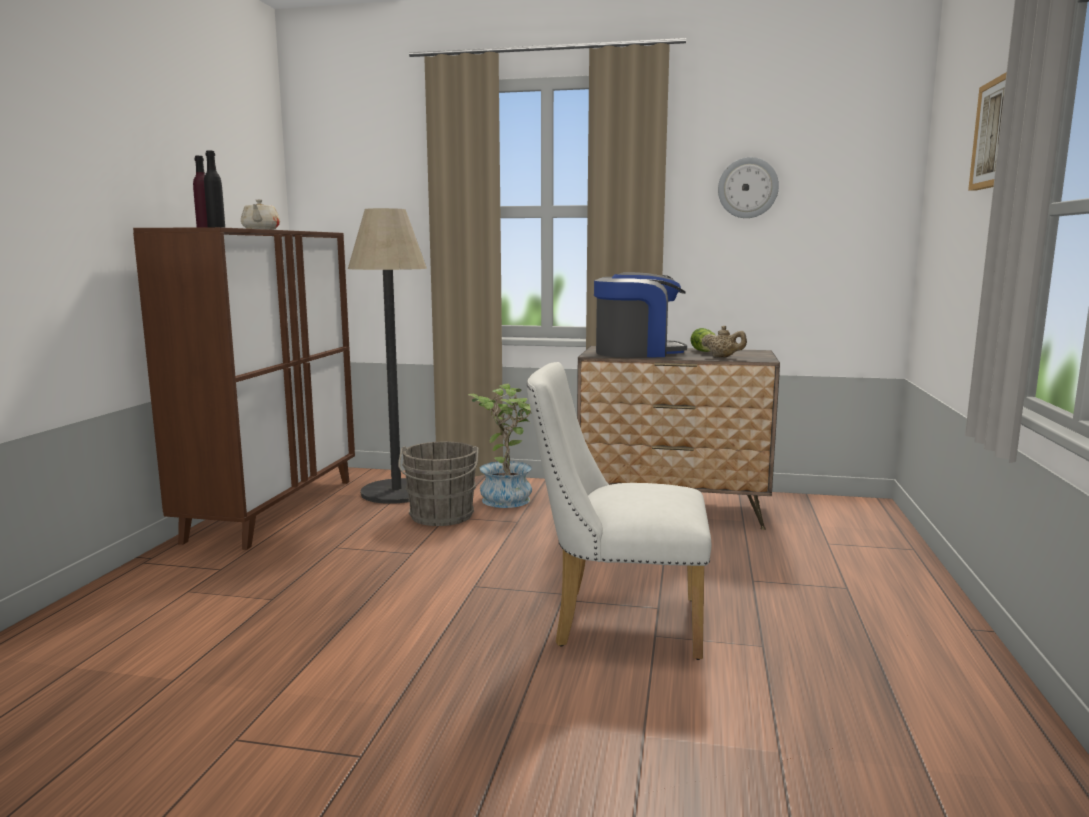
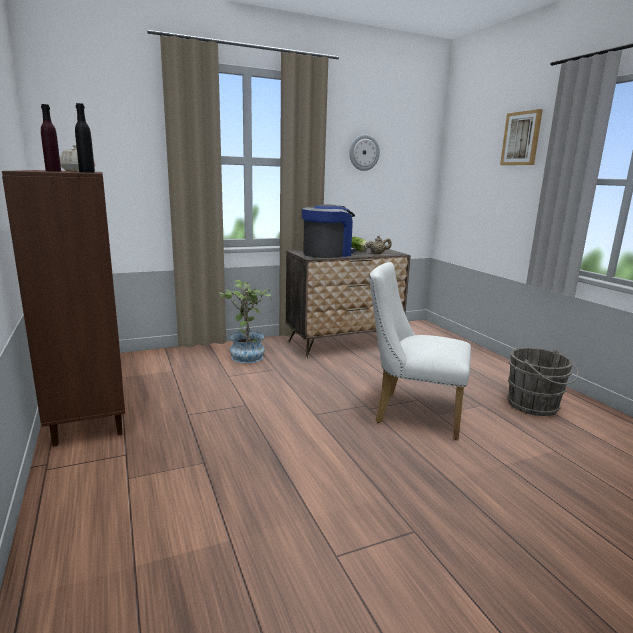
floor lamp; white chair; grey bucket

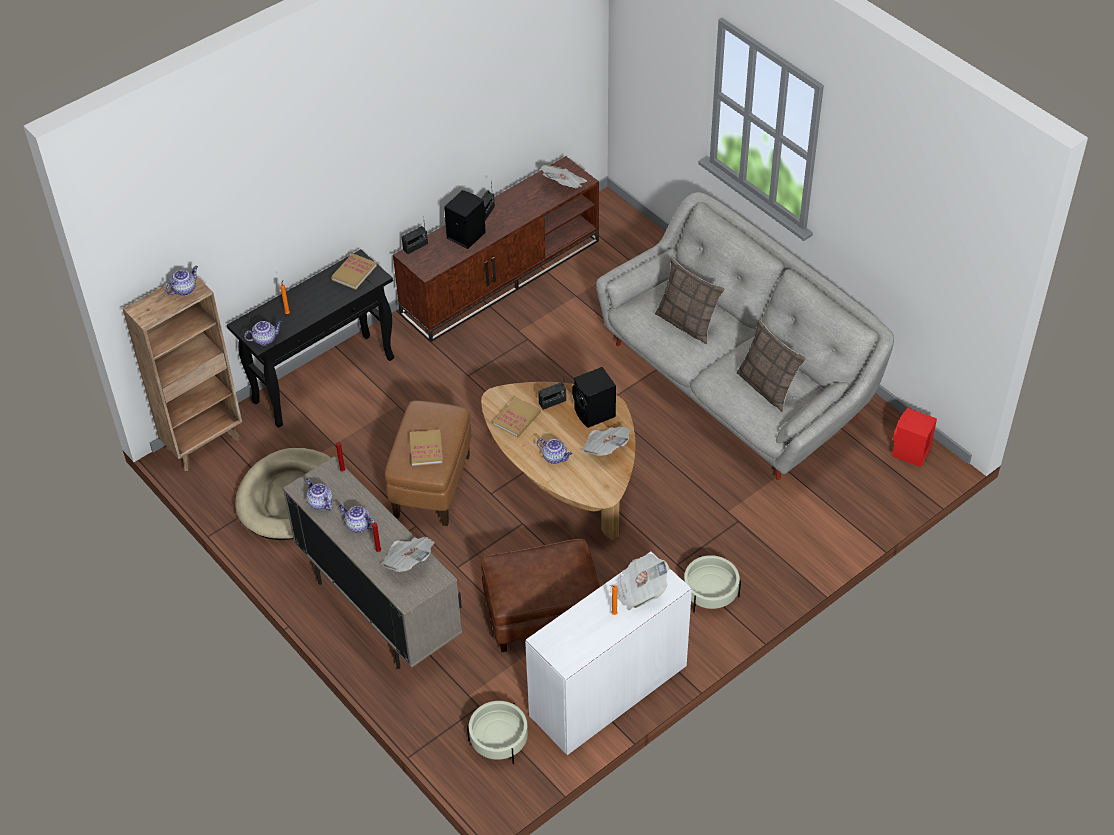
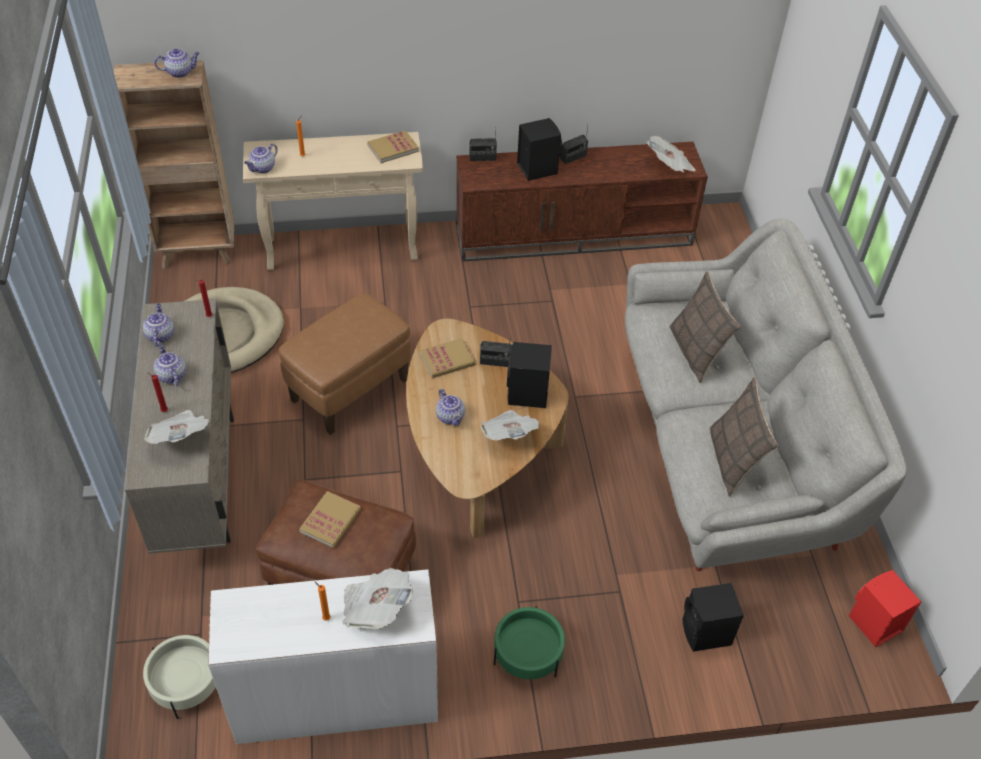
beige console table; teapot (no. 4 from left); book (no. 1 from left); green planter; black speaker (no. 3 from left)

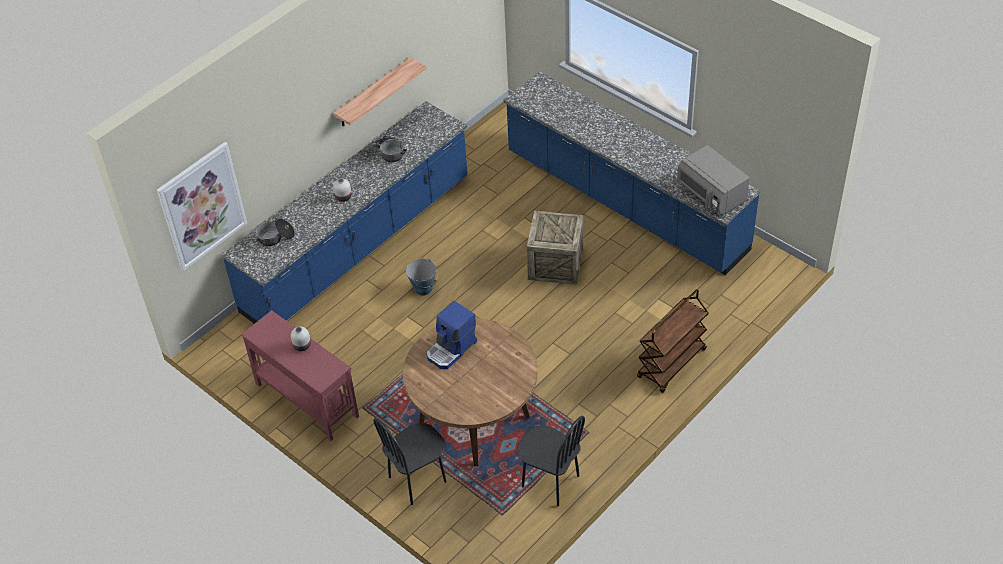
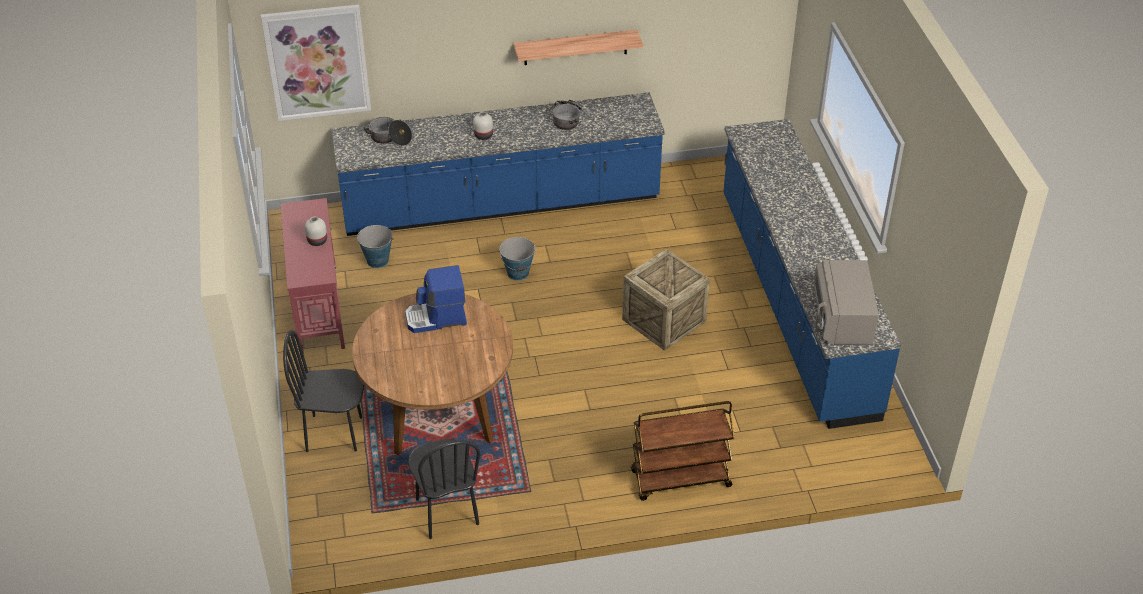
bucket (no. 1 from left)

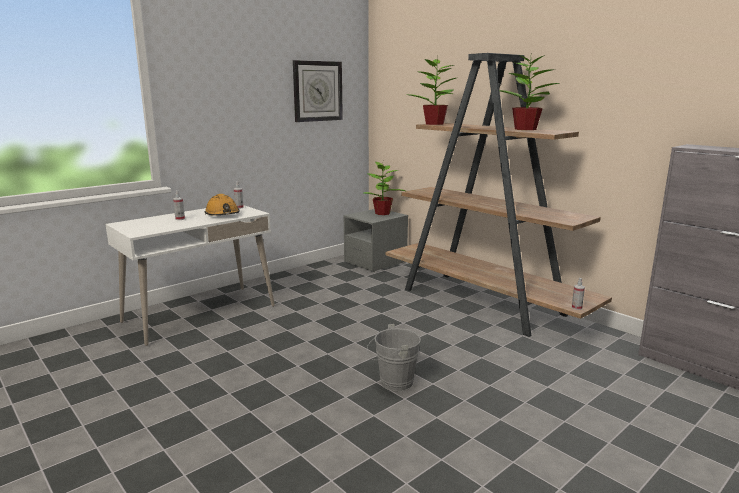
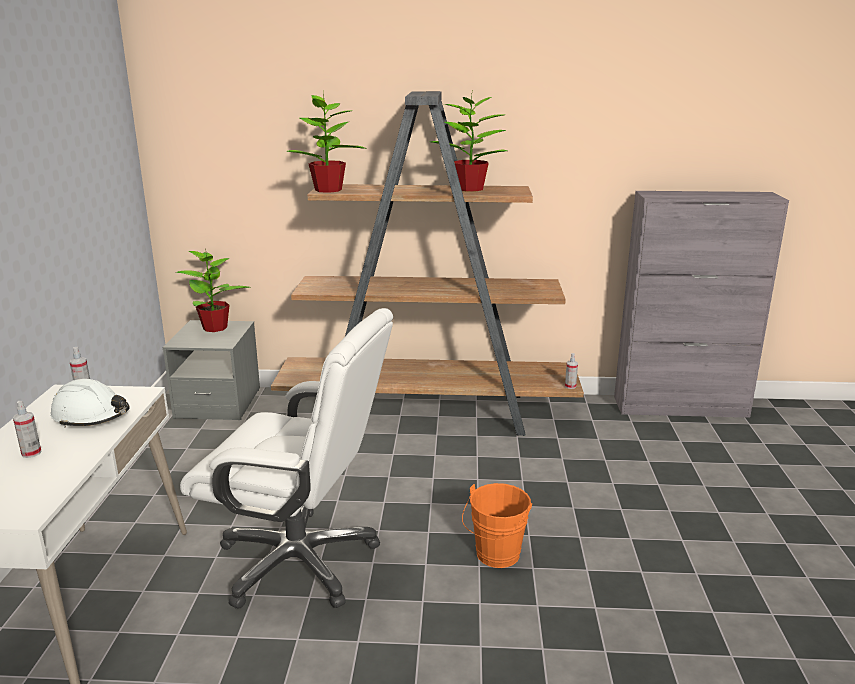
wall clock; white hard hat; orange bucket; white office chair

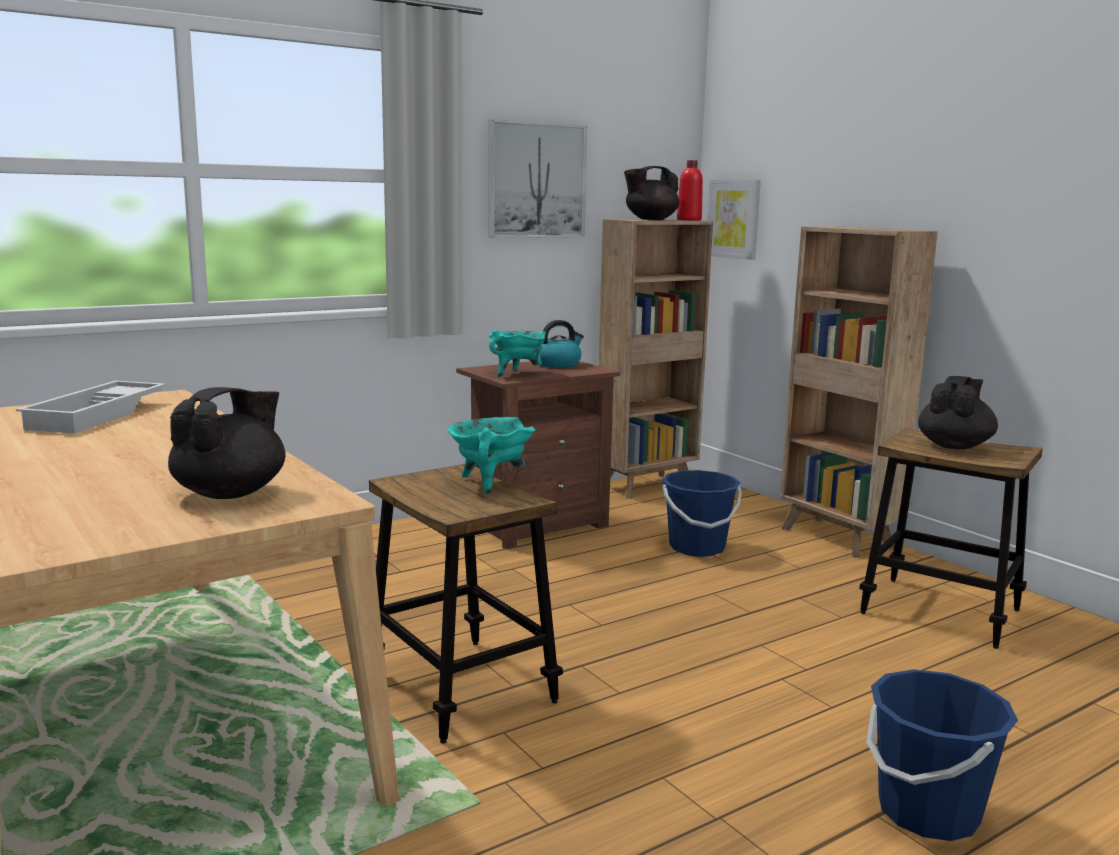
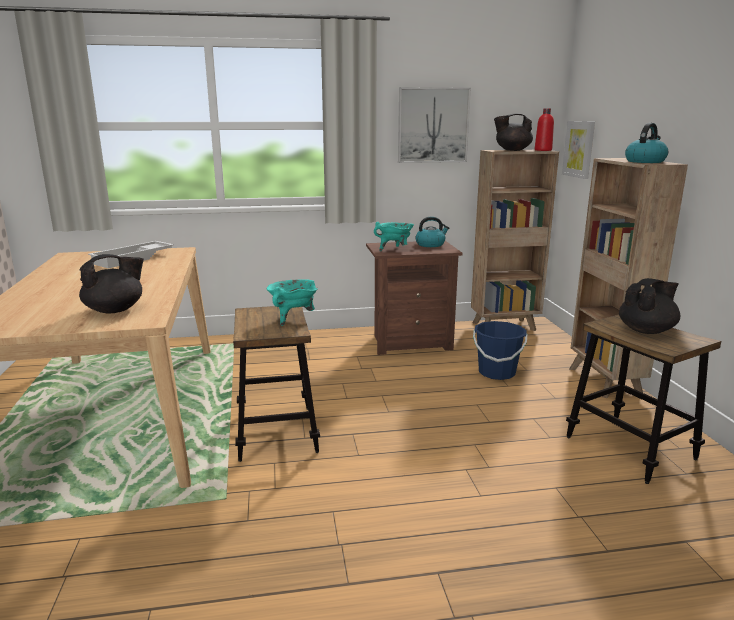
blue bucket (no. 2 from left in the first image); kettle (no. 2 from left)

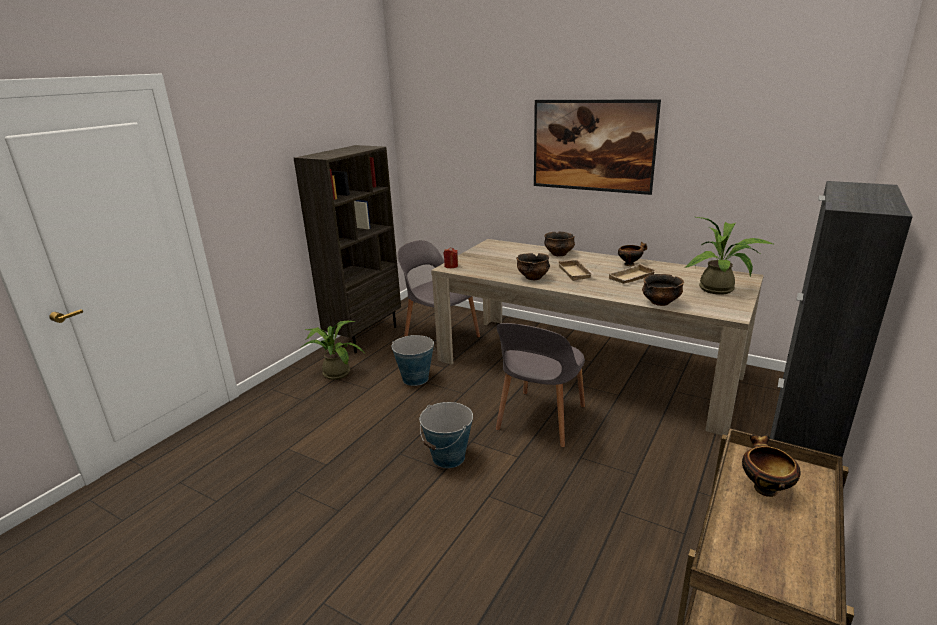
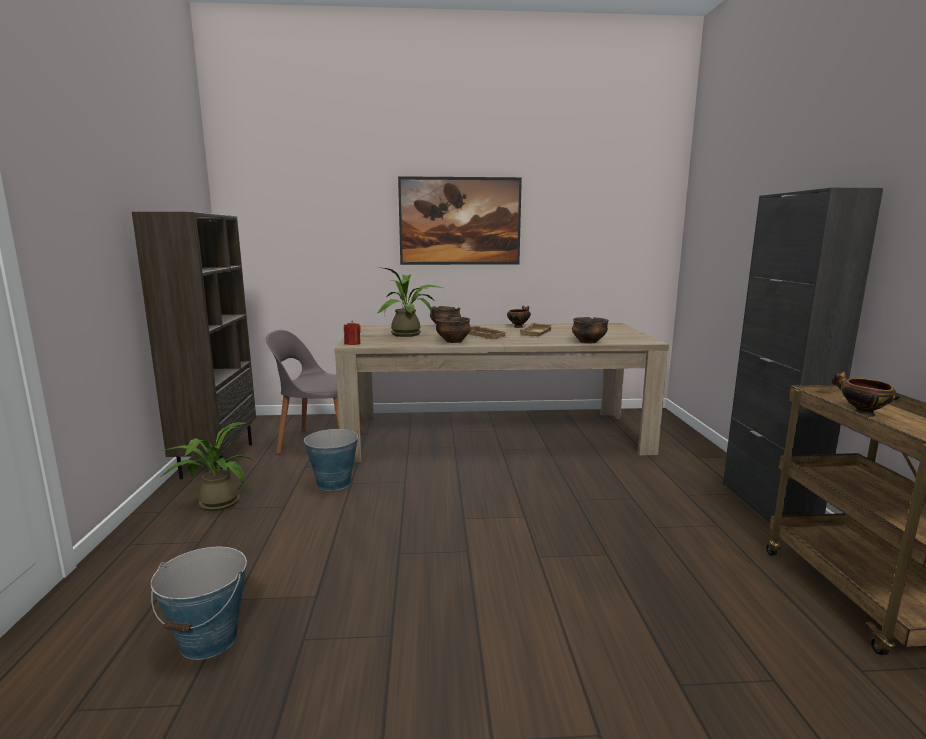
potted plant (no. 2 from left); grey chair (no. 2 from left in the first image); bucket (no. 1 from left)

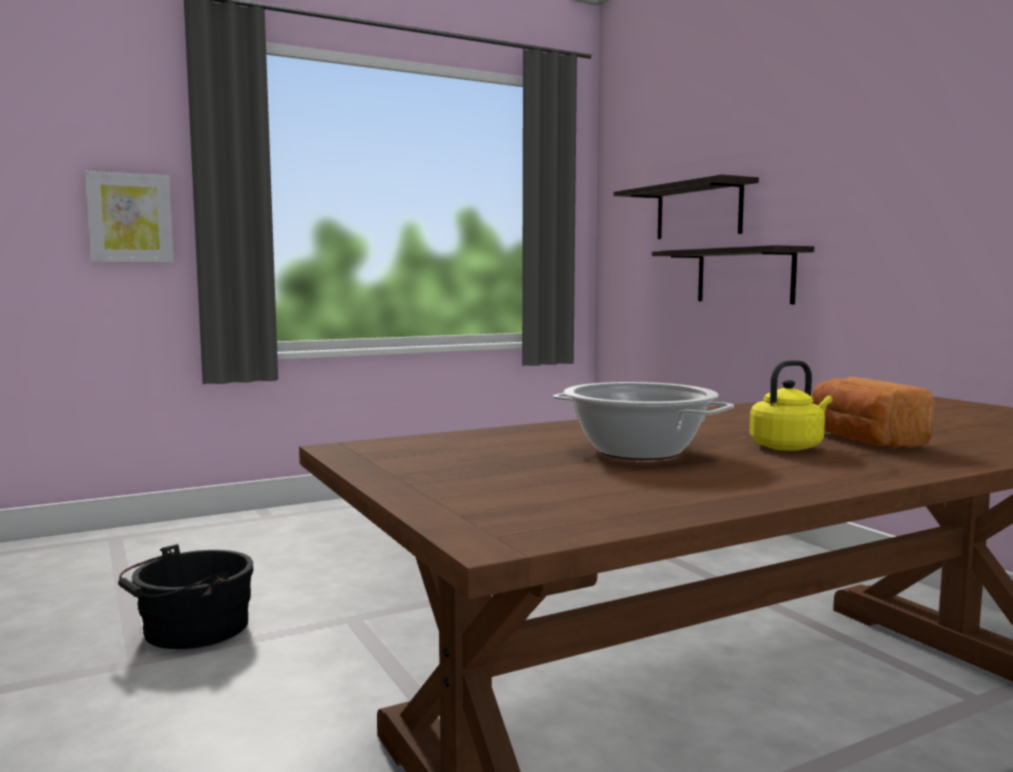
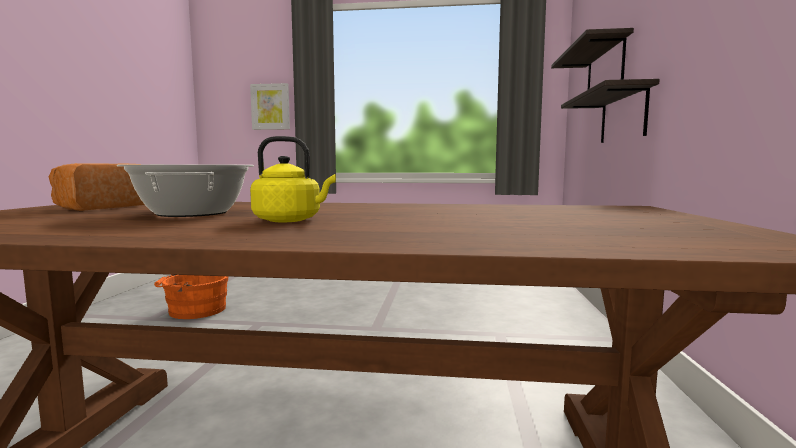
bread; orange bucket

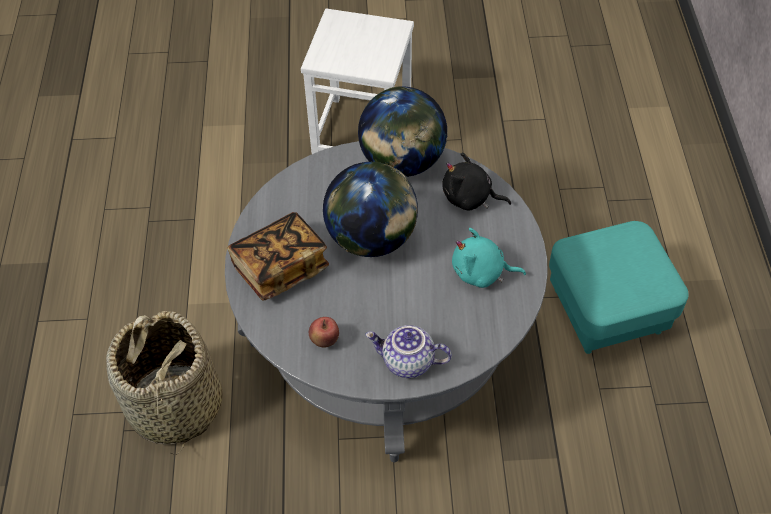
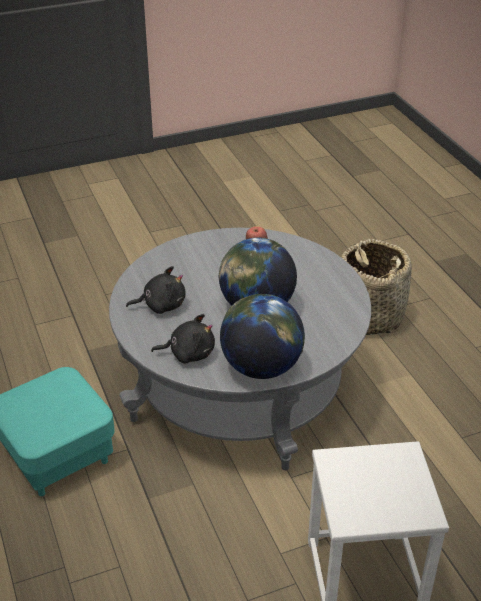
book; black plush toy (no. 1 from left); teapot

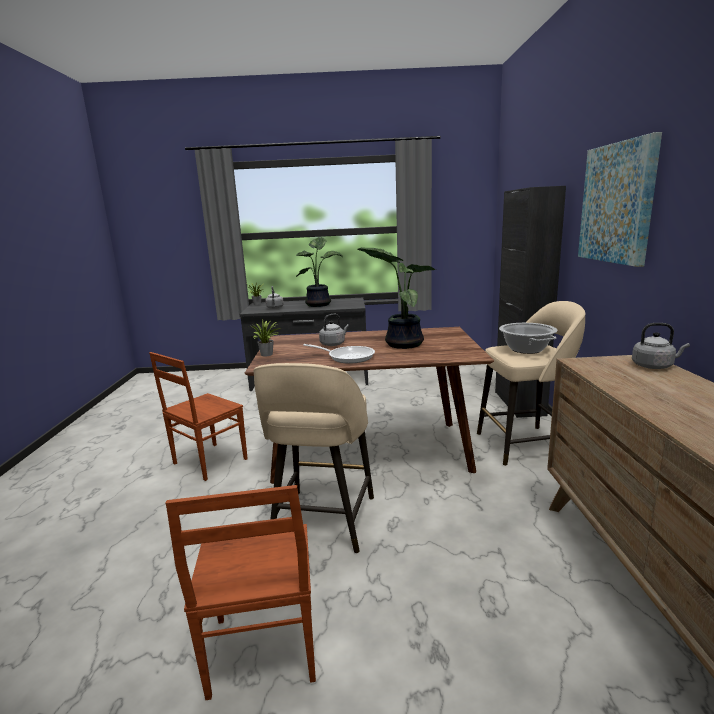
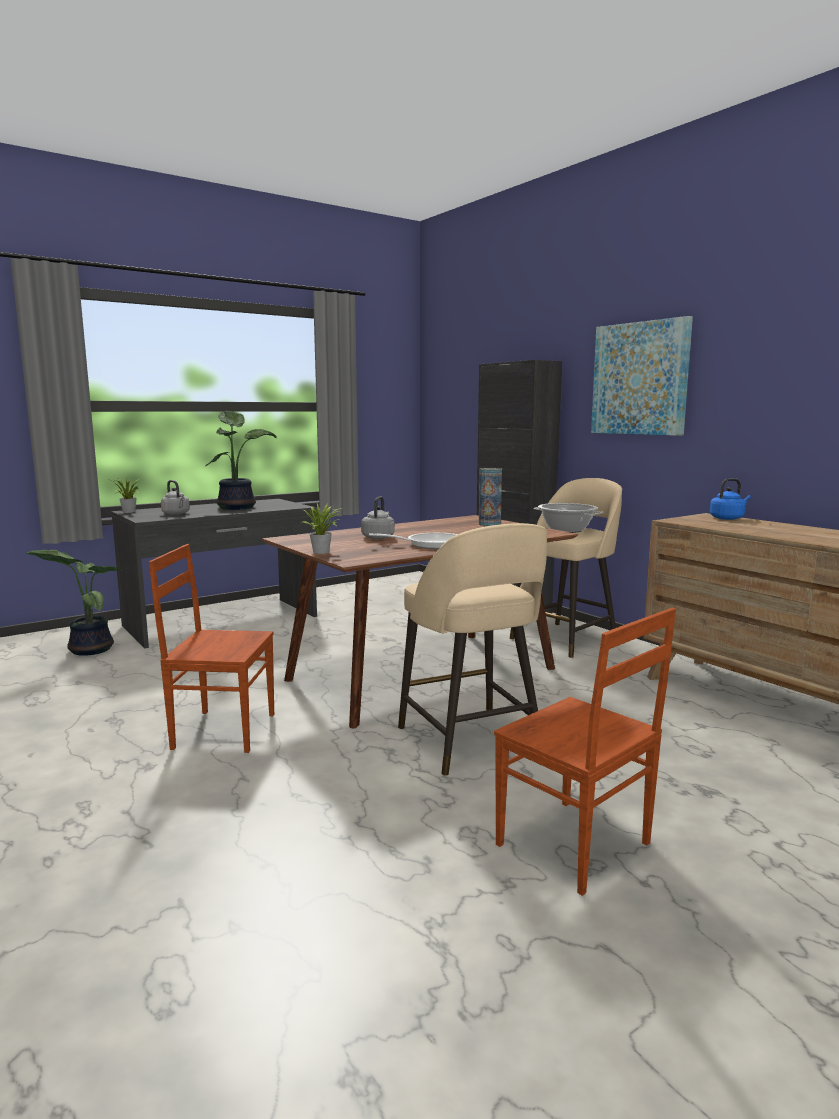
potted plant (no. 1 from left); blue kettle; brown chair (no. 1 from left); vase

